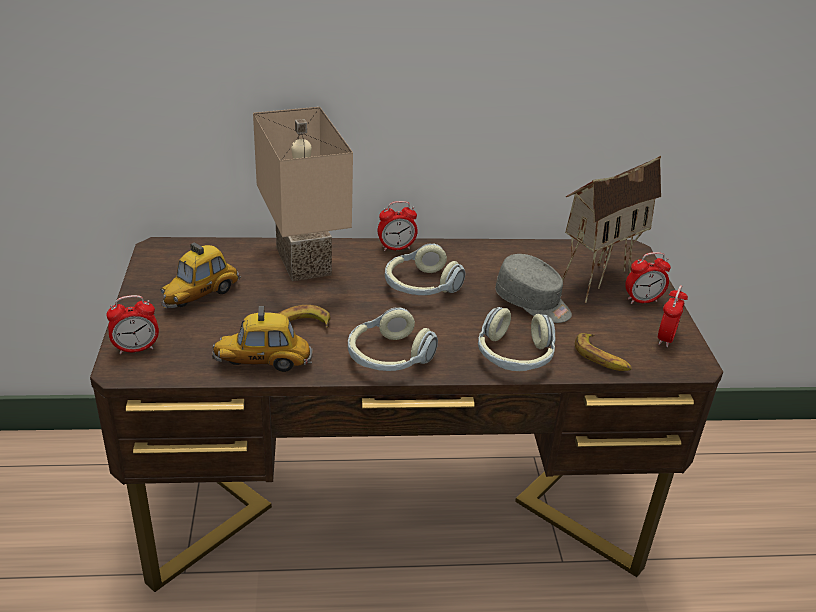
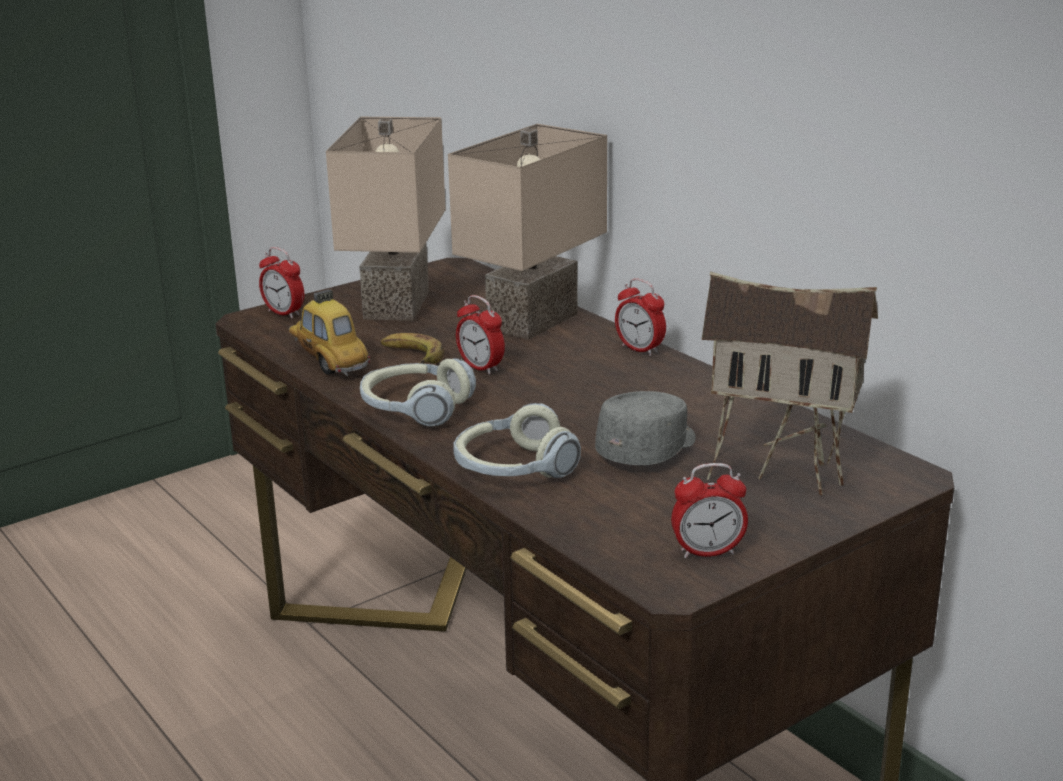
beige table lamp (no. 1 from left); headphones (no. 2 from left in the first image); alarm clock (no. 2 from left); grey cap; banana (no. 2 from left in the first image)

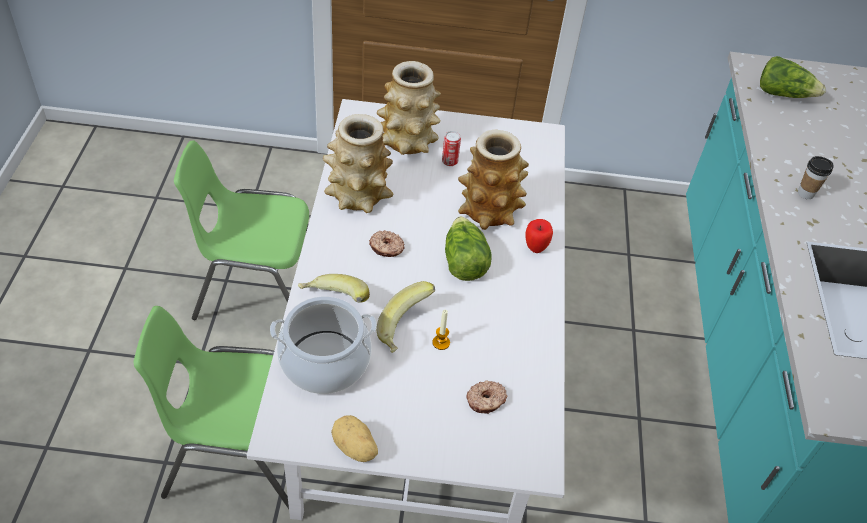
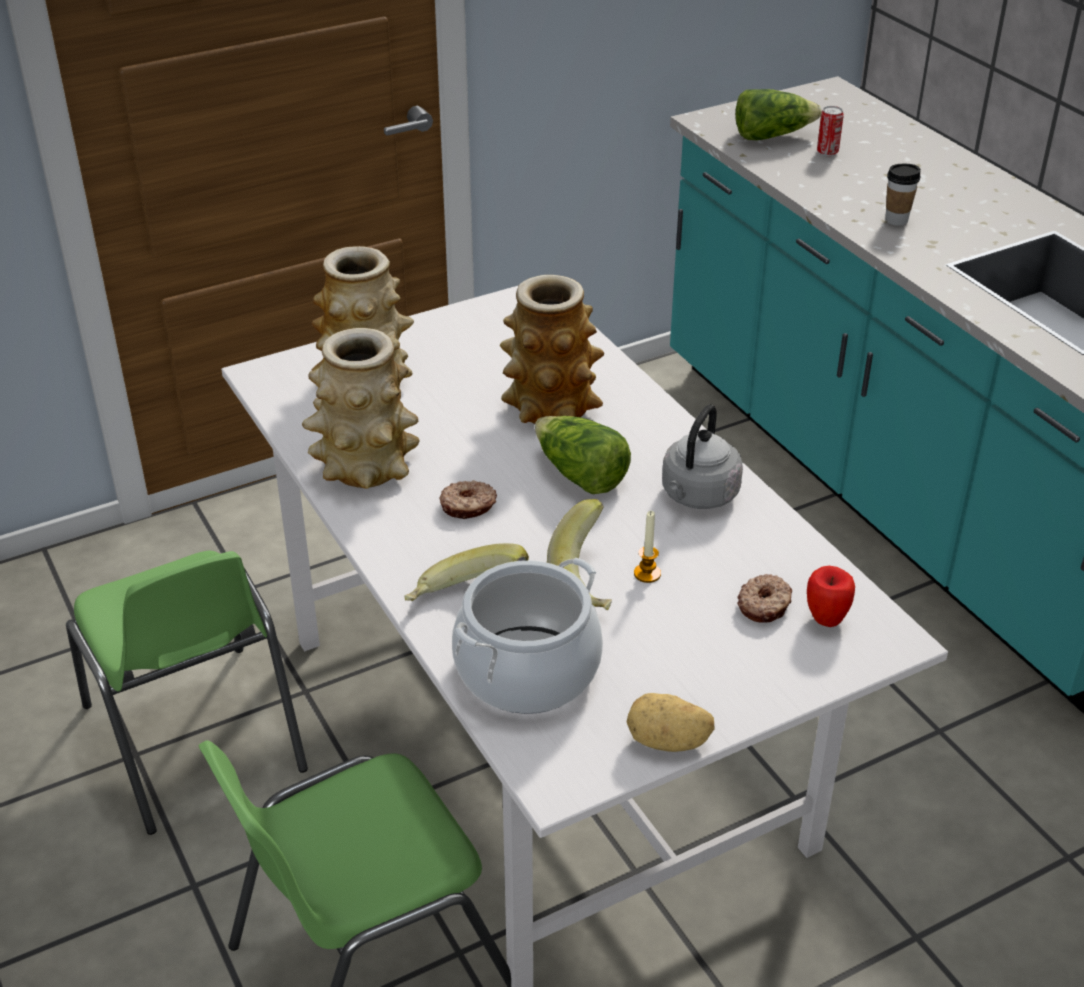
can; green chair (no. 1 from left); apple; grey kettle

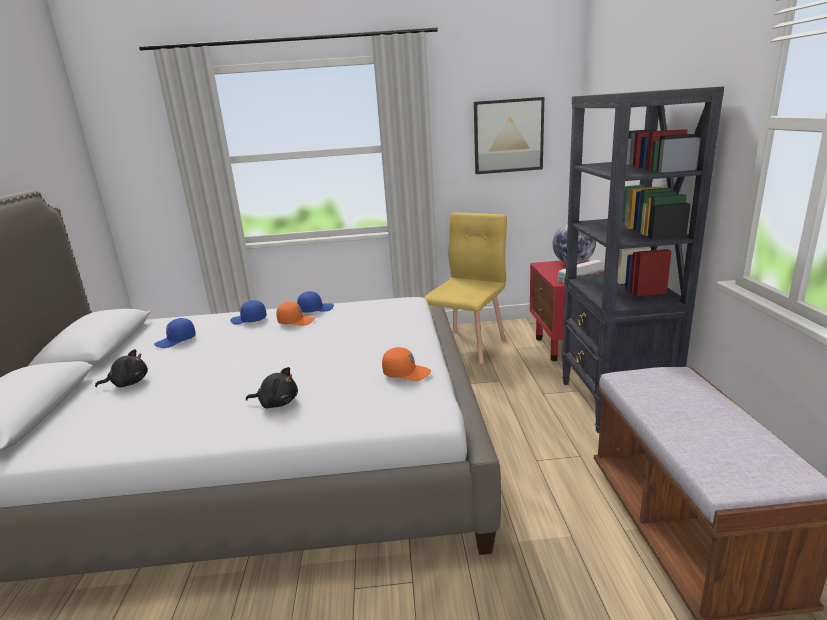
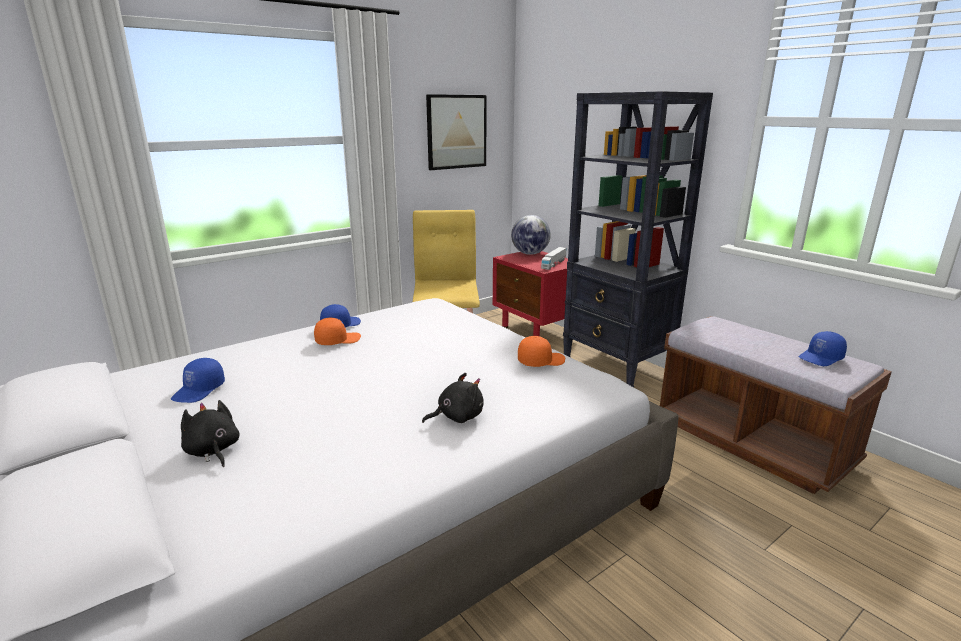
blue cap (no. 3 from left); black plush toy (no. 1 from left)

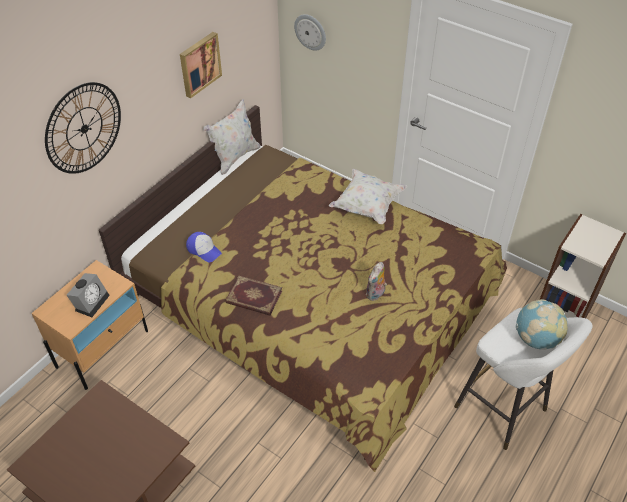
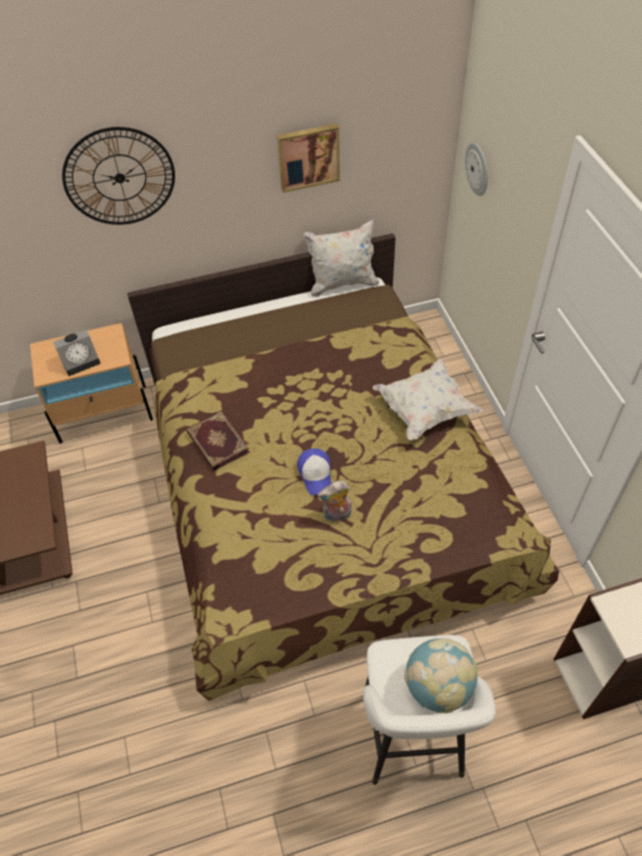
cap

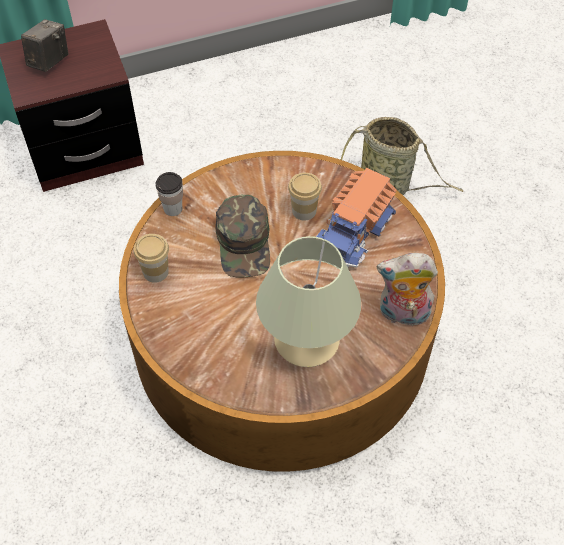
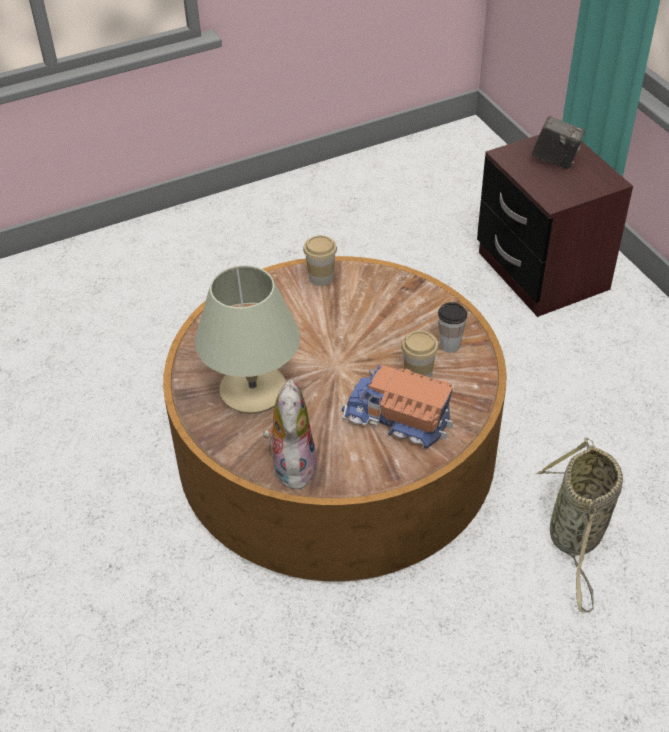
cup (no. 3 from left); green cap

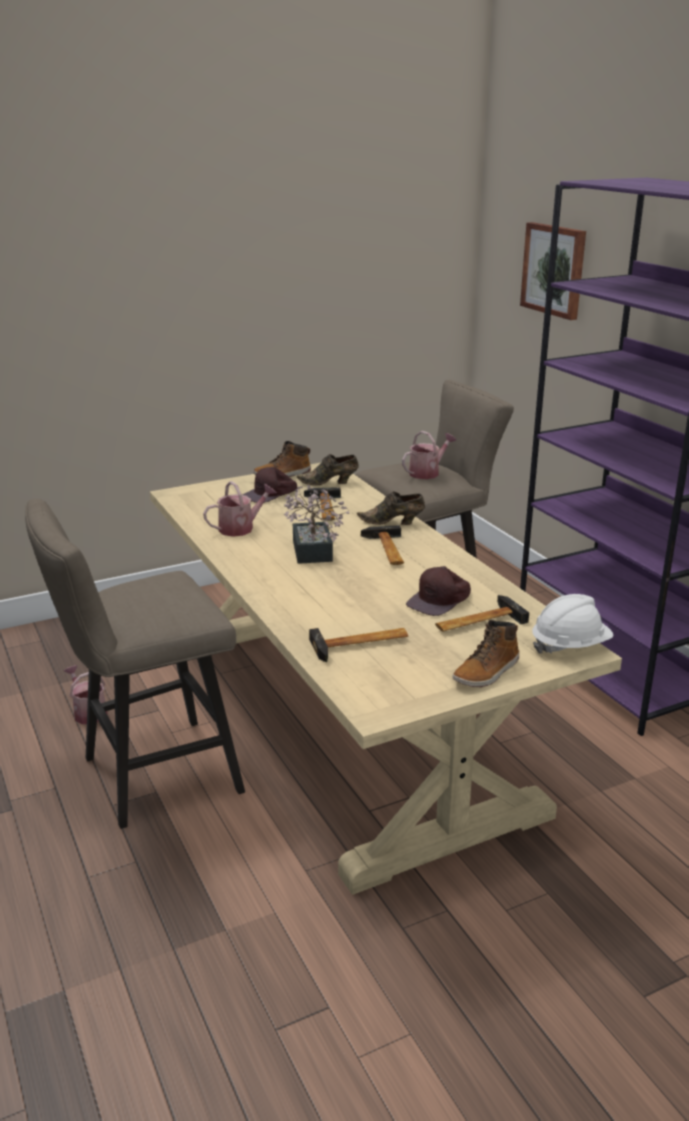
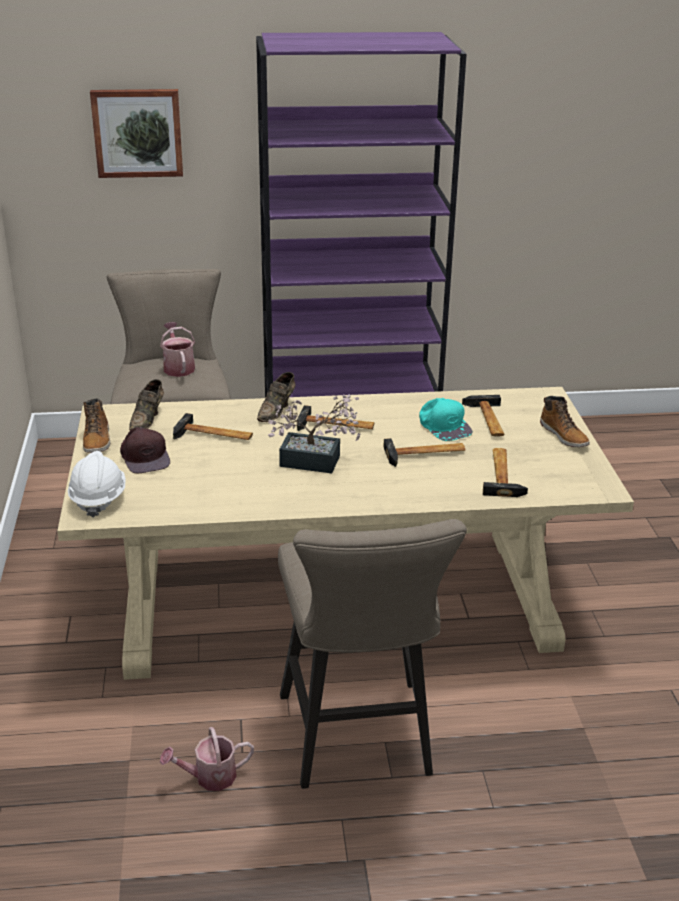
watering can (no. 2 from left in the first image); turquoise cap; white hard hat; hammer (no. 3 from left)

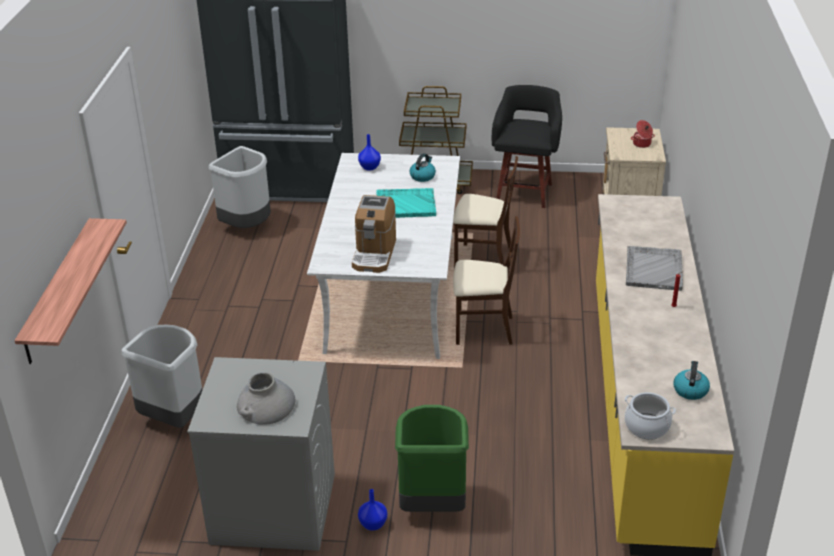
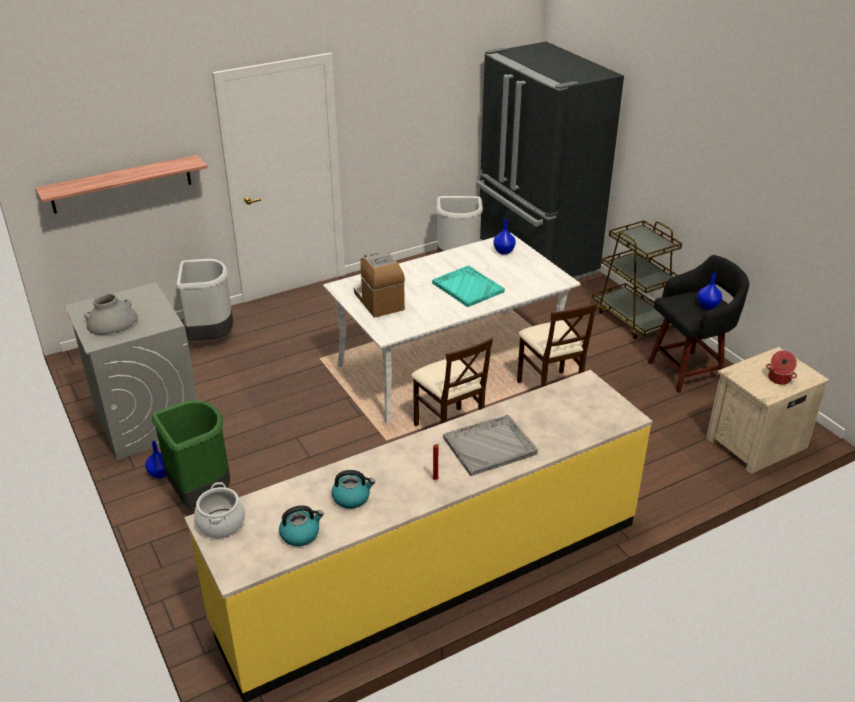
kettle (no. 2 from left); coffee machine; blue vase (no. 3 from left)

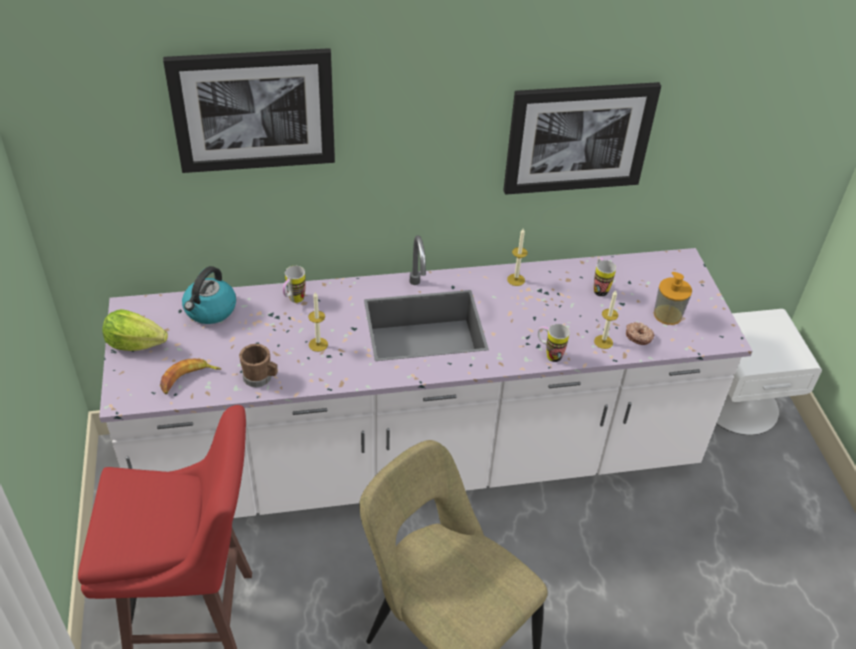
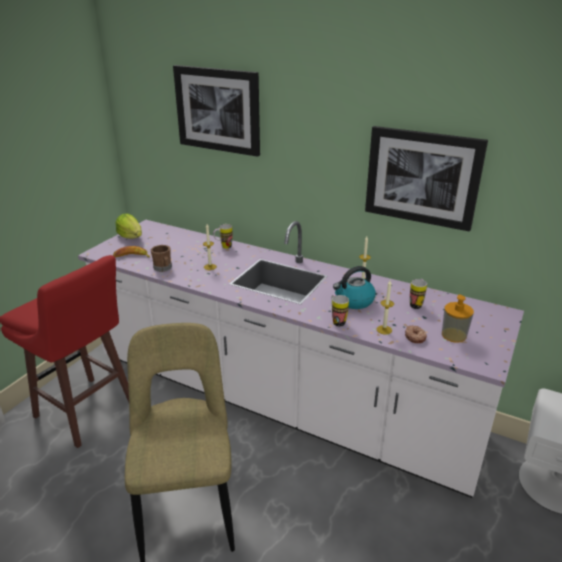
kettle

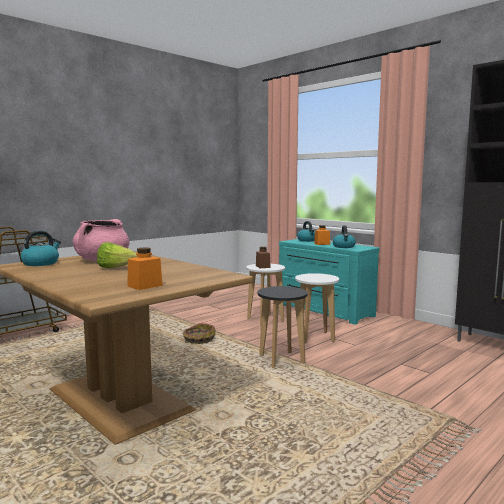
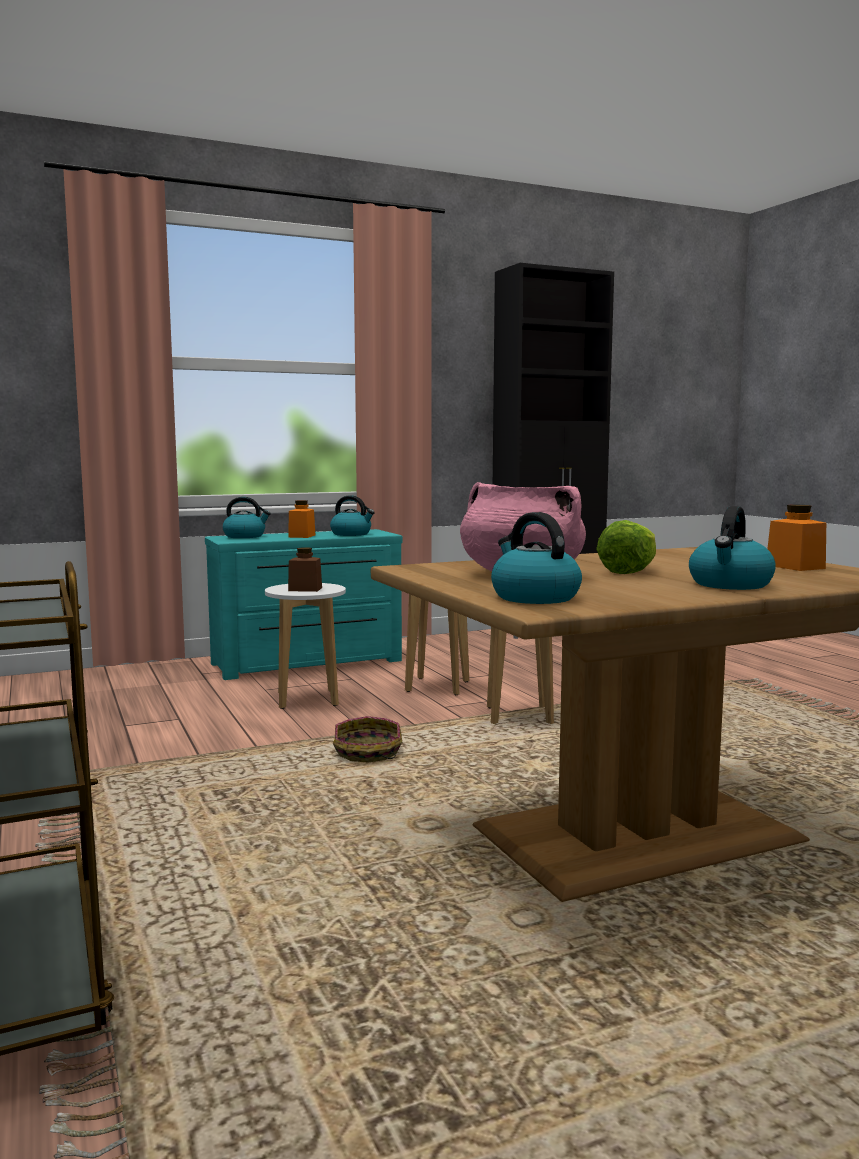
kettle (no. 4 from left)

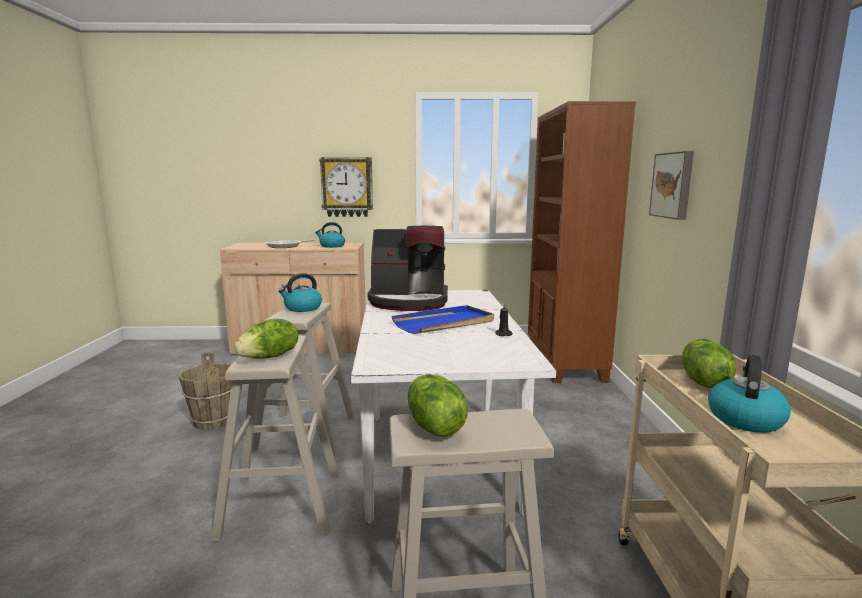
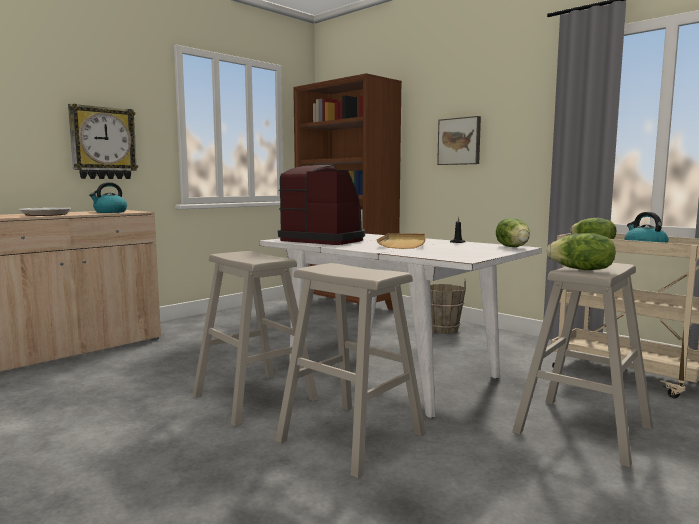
coffee machine; kettle (no. 1 from left in the first image); beige tray; lettuce (no. 1 from left); brown bucket

